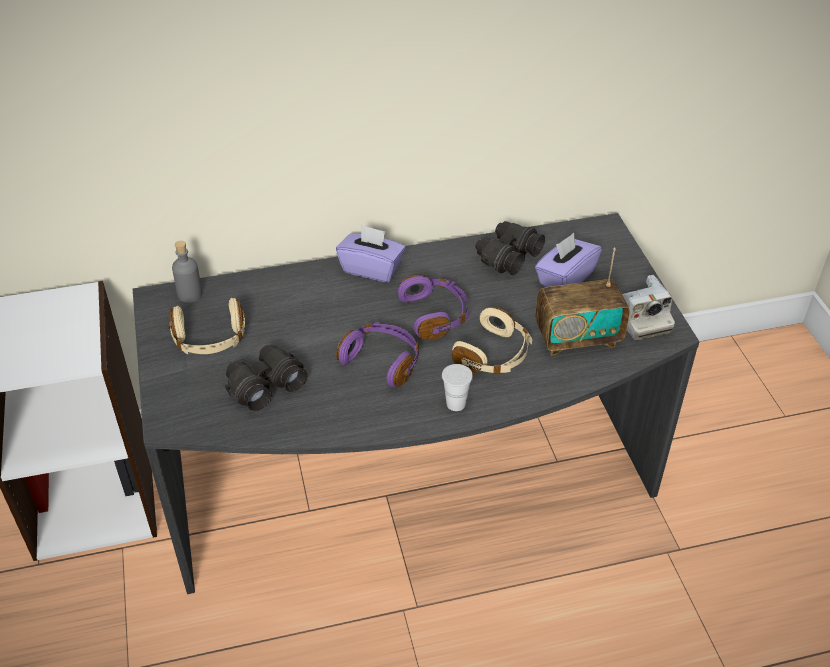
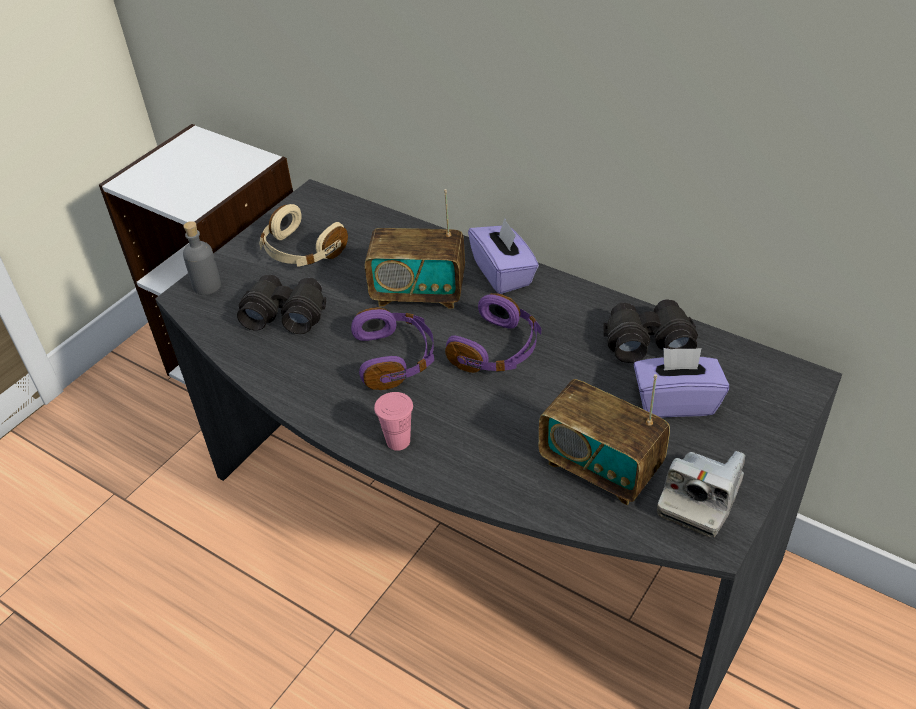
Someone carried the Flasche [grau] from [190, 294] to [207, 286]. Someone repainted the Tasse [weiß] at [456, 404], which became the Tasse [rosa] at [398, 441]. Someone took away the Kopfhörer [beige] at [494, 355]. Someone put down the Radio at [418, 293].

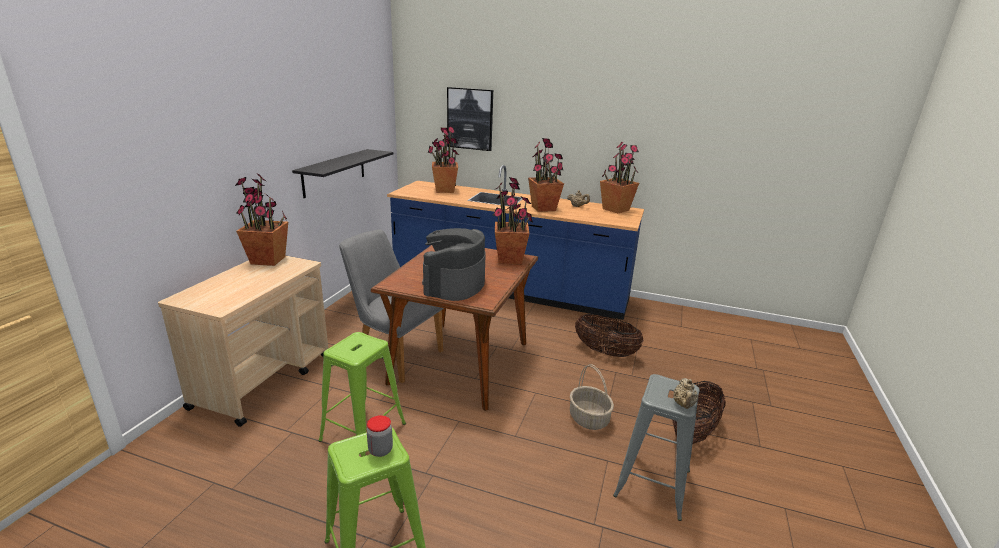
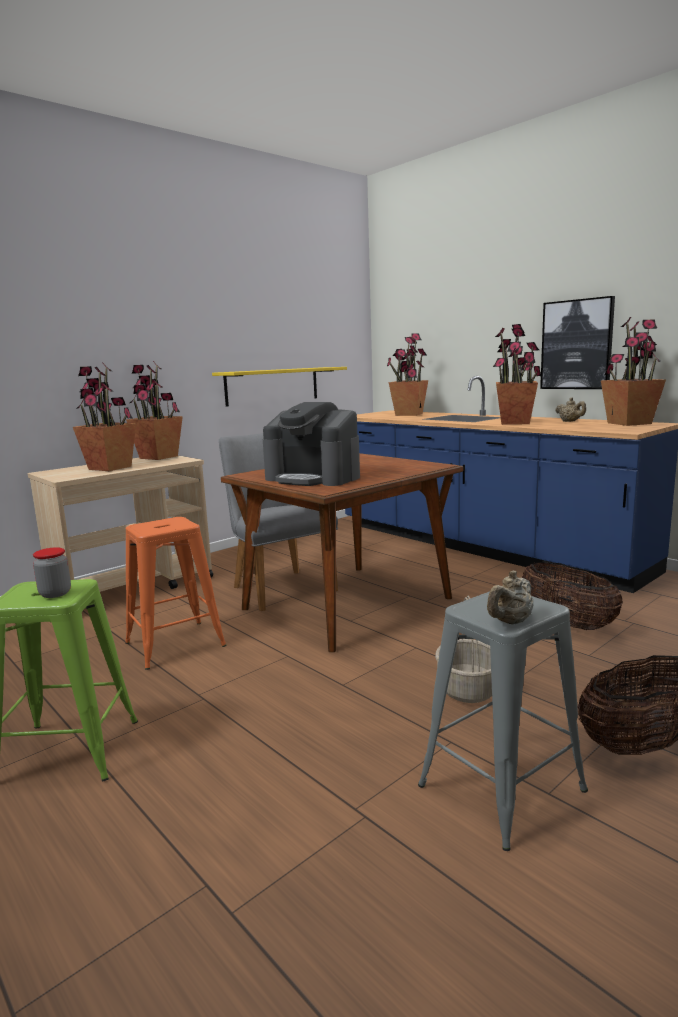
Someone repainted the Wandregal [schwarz] at [334, 172], which became the Wandregal [gelb] at [272, 386]. Someone repainted the Hocker [grün] at [364, 432], which became the Hocker [orange] at [176, 644]. Someone rotated the Kaffeemaschine at [454, 284] by 105 degrees counterclockwise. Someone carried the Bild from [470, 119] to [577, 344]. Someone carried the Topfpflanze from [510, 260] to [109, 468].

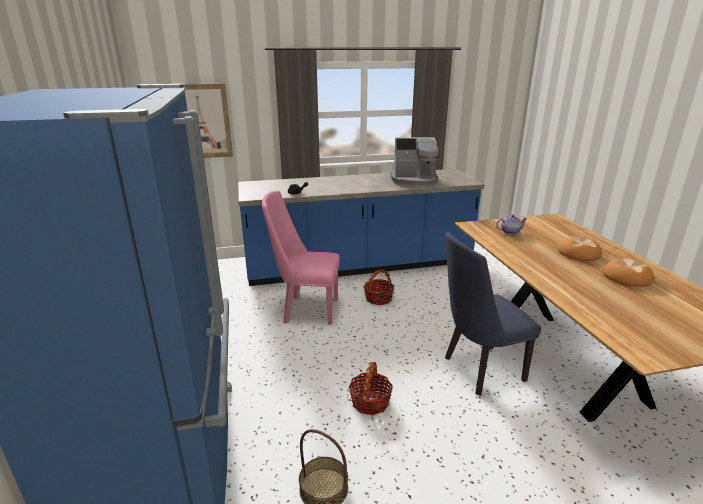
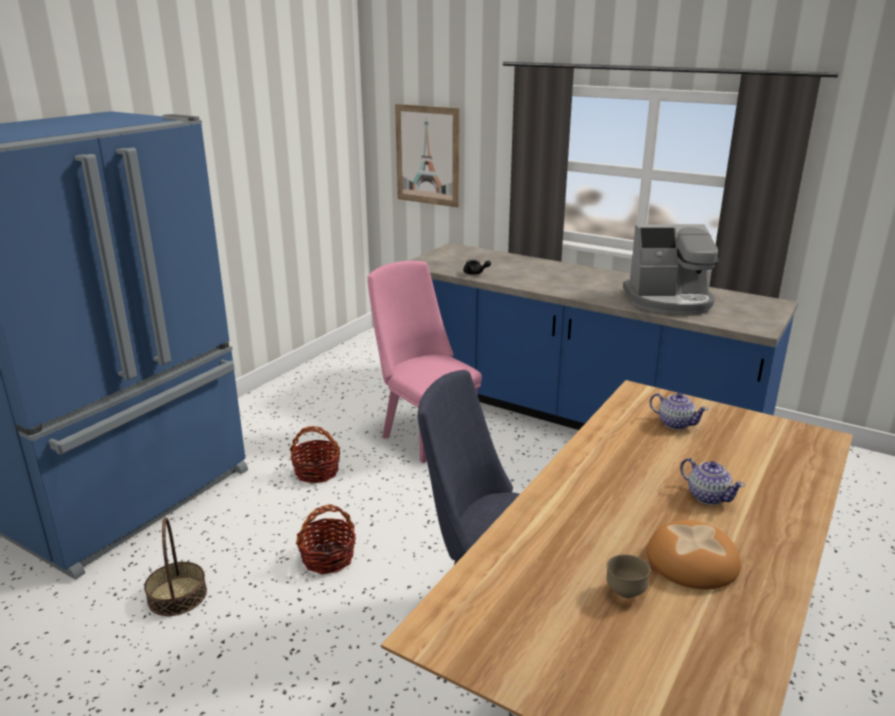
Someone carried the Korb from [378, 298] to [317, 472]. Someone rotated the Kaffeemaschine at [414, 181] by 45 degrees counterclockwise. Someone swapped the Brot at [578, 253] for the Teekanne at [707, 496]. Someone put down the Schüssel [braun] at [625, 592].

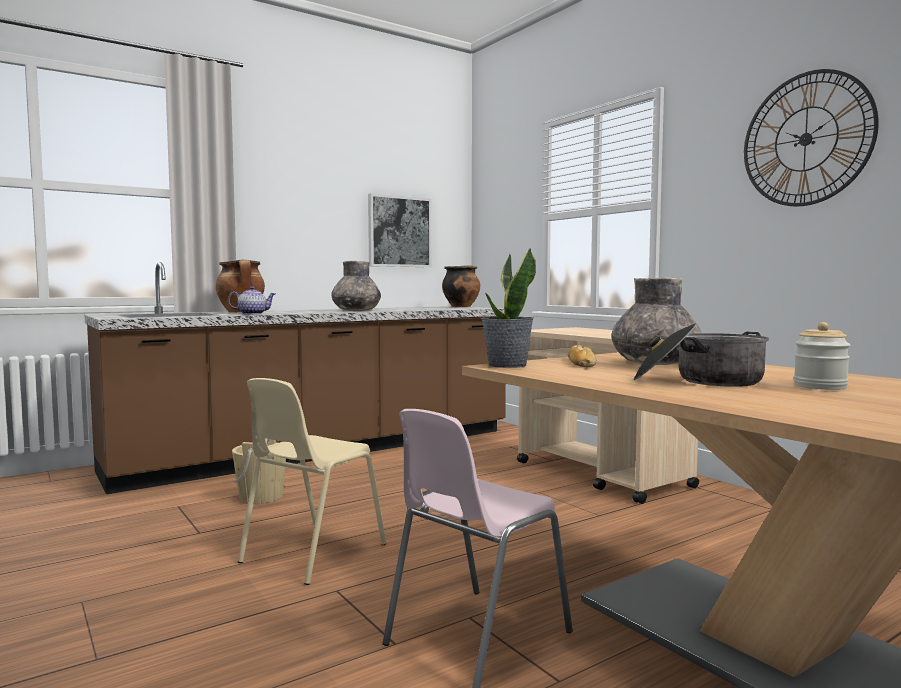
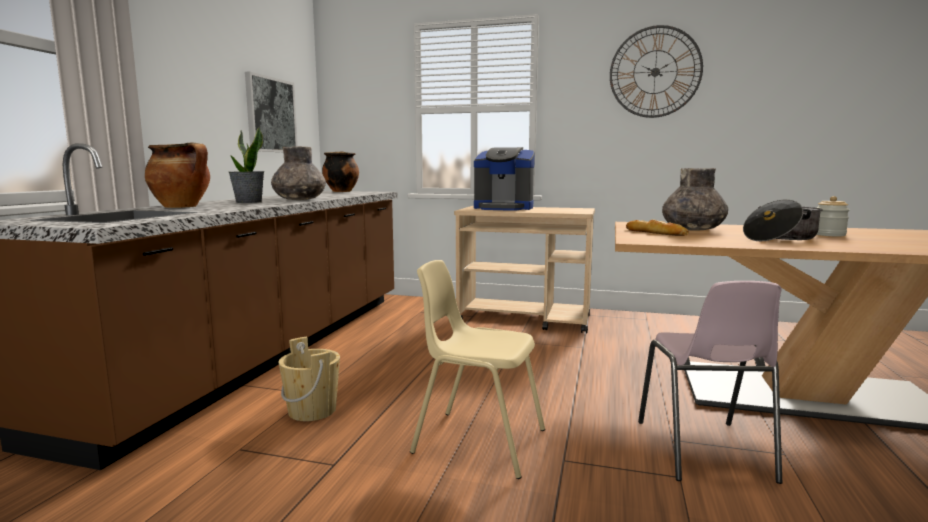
Someone took away the Teekanne at [252, 314]. Someone rotated the Stuhl [beige] at [311, 553] by 120 degrees clockwise. Someone carried the Topfpflanze from [507, 365] to [248, 202]. Someone put down the Kaffeemaschine at [504, 208].

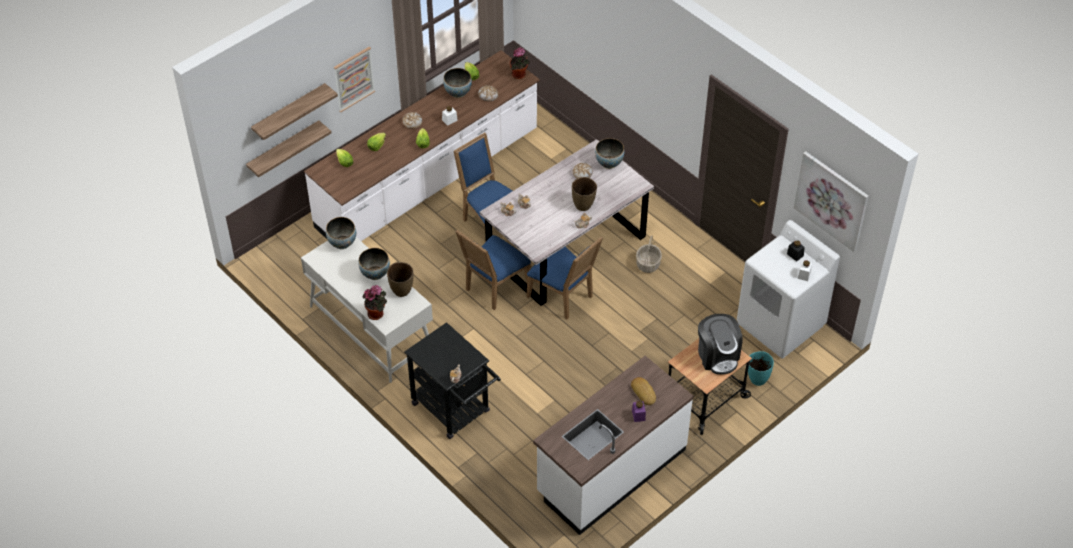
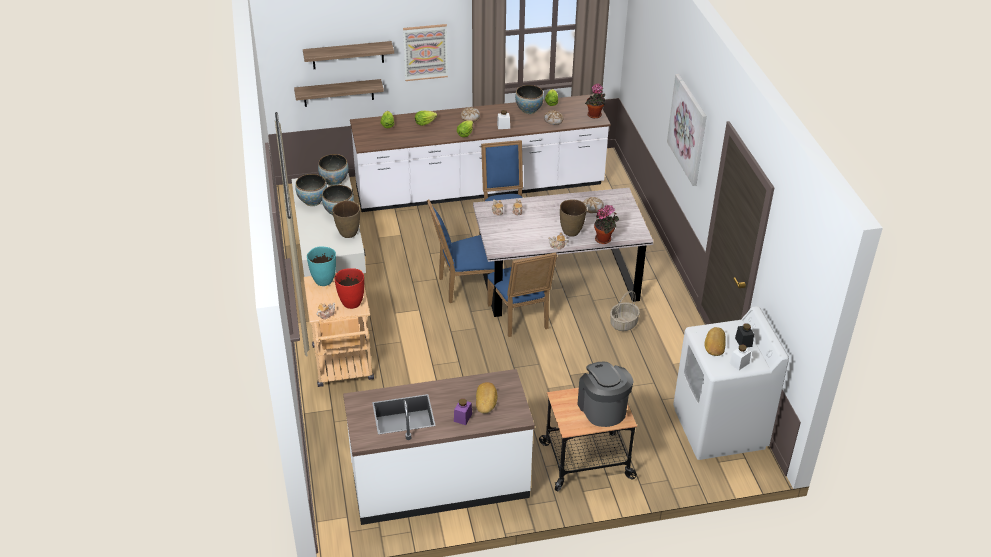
Someone carried the Topfpflanze from [377, 313] to [604, 239]. Someone repainted the Rollwagen [schwarz] at [455, 411], which became the Rollwagen [beige] at [343, 367]. Someone carried the Schüssel from [609, 163] to [312, 201]. Someone rotated the Kaffeemaschine at [717, 355] by 150 degrees clockwise. Someone carried the Vase [türkis] from [757, 379] to [323, 280]. Someone carried the Bild from [831, 200] to [688, 129]. Someone put down the Vase [rot] at [351, 303]. Someone put down the Brot at [714, 344].

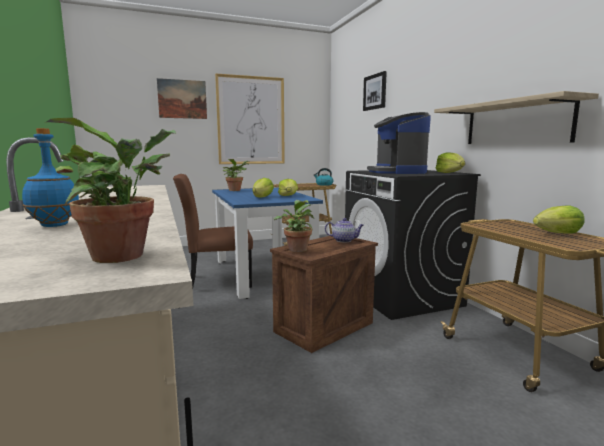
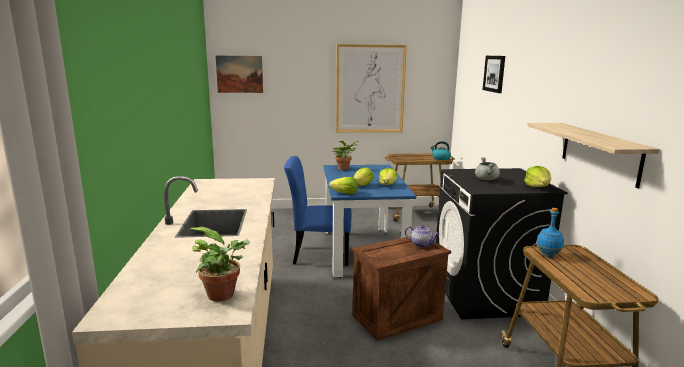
Someone carried the Flasche [blau] from [54, 225] to [547, 255]. Someone carried the Bild from [182, 99] to [239, 74]. Someone repainted the Stuhl [braun] at [216, 282], which became the Stuhl [blau] at [318, 255]. Someone took away the Topfpflanze at [296, 249]. Someone swapped the Kaffeemaschine at [397, 172] for the Kochtopf [grau] at [486, 179]. Someone carried the Salatkopf from [557, 233] to [345, 193].

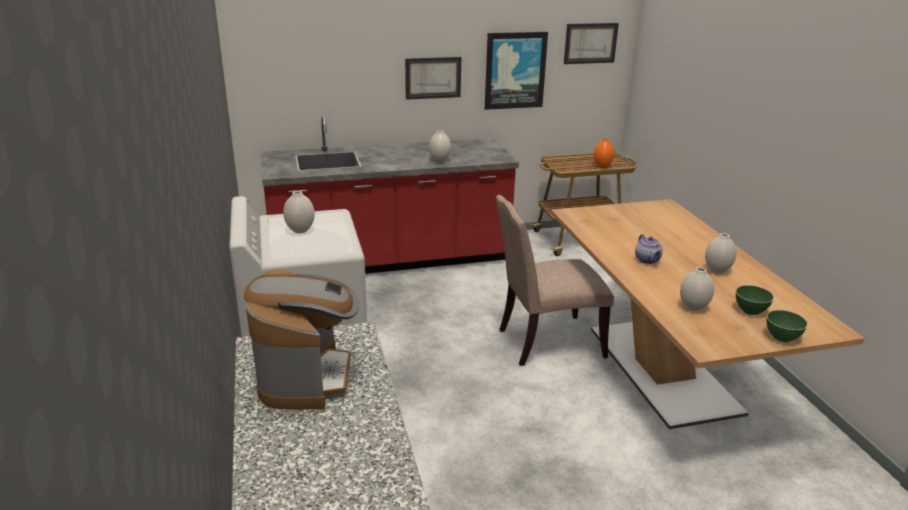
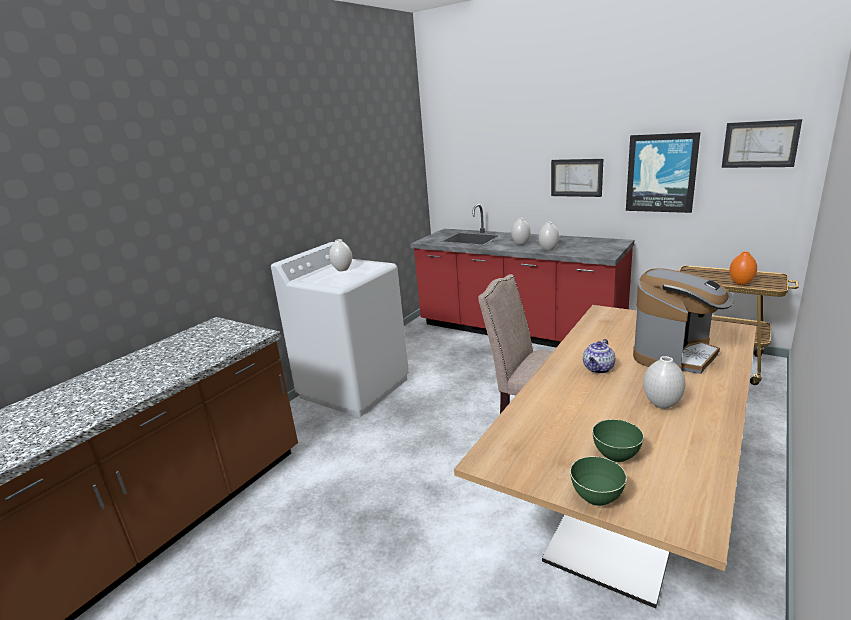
Someone carried the Kaffeemaschine from [307, 377] to [675, 355]. Someone carried the Vase [weiß] from [693, 307] to [520, 243].

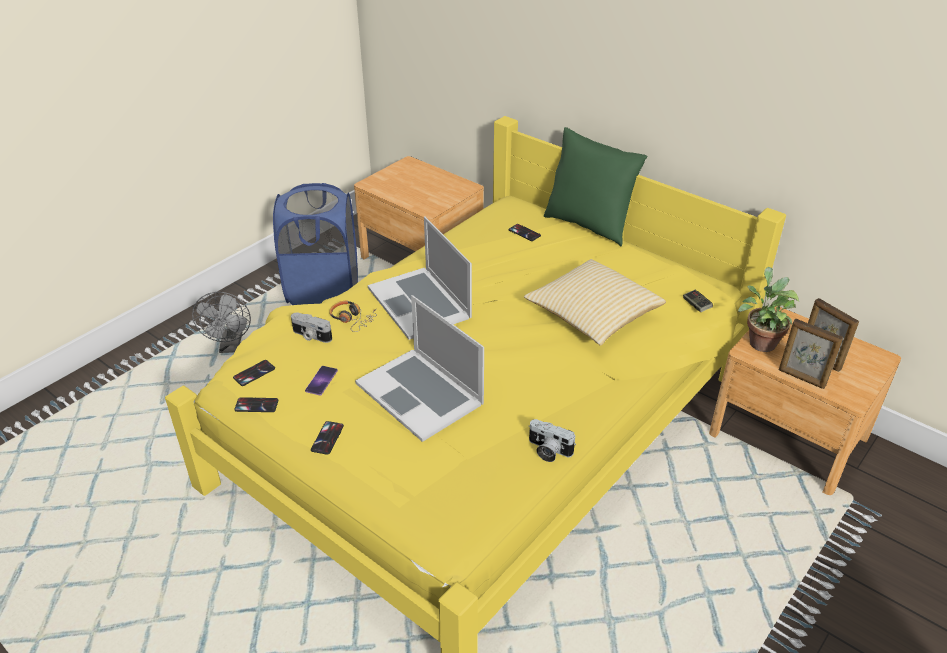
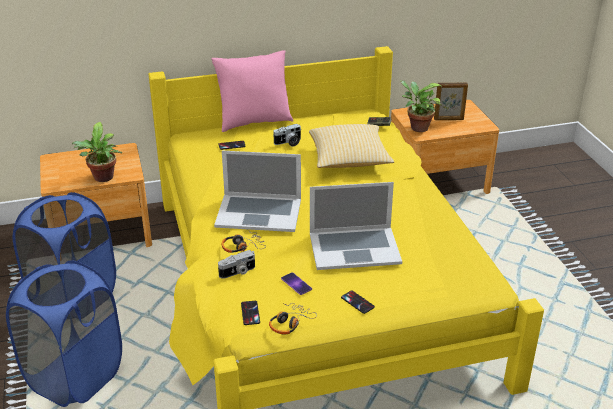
Someone swapped the Ventilator [grau] at [231, 347] for the Wäschekorb [blau] at [75, 377]. Someone swapped the Handy at [256, 405] for the Kopfhörer at [290, 323]. Someone carried the Kamera from [548, 450] to [288, 143]. Someone repainted the Kissen [grün] at [588, 225], which became the Kissen [rosa] at [254, 122]. Someone took away the Bilderrahmen at [801, 378]. Someone put down the Topfpflanze at [103, 178].

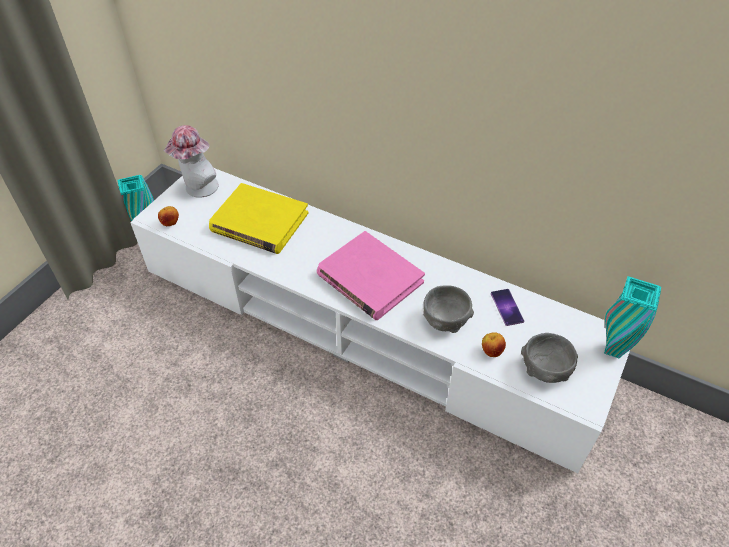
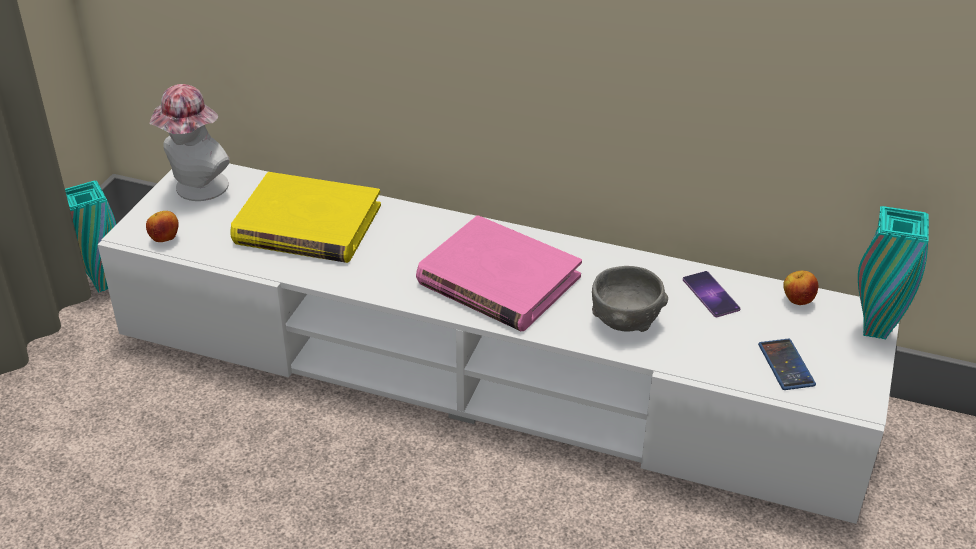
Someone carried the Apfel from [491, 351] to [797, 301]. Someone swapped the Schüssel [grau] at [545, 370] for the Handy at [786, 365].

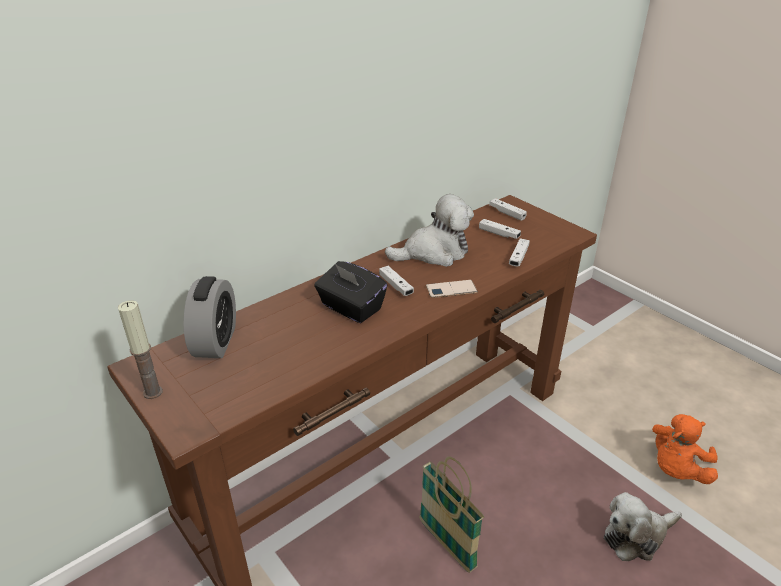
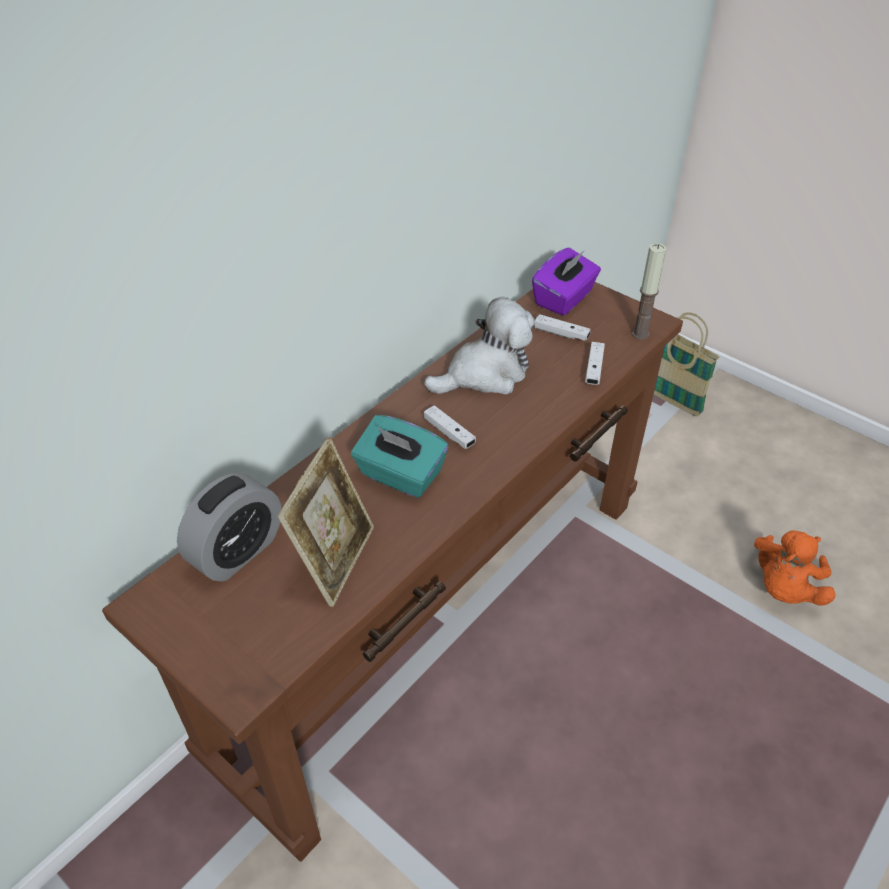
Someone carried the Kerze from [153, 392] to [640, 334]. Someone rotated the Wecker at [216, 342] by 45 degrees clockwise. Someone repainted the Taschentuchbox [schwarz] at [351, 308], which became the Taschentuchbox [türkis] at [400, 475]. Someone carried the Korb from [447, 544] to [671, 401]. Someone took away the Handy at [451, 289]. Someone swapped the Gamepad [weiß] at [507, 213] for the Taschentuchbox [lila] at [564, 299]. Someone took away the Plüschtier at [636, 536]. Someone put down the Bilderrahmen at [335, 560].

